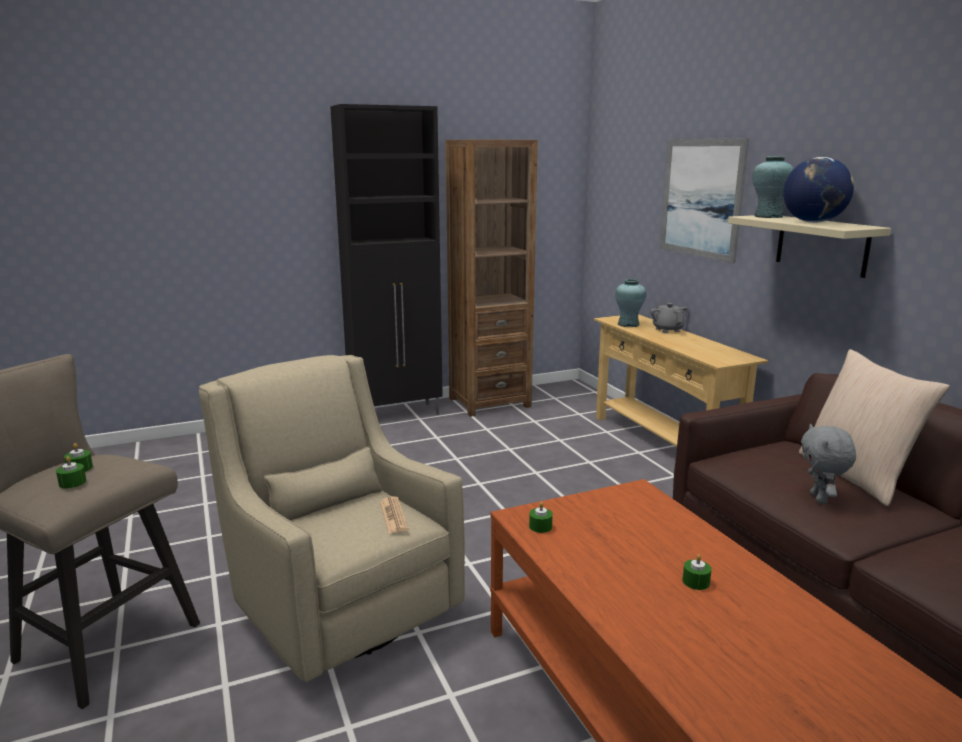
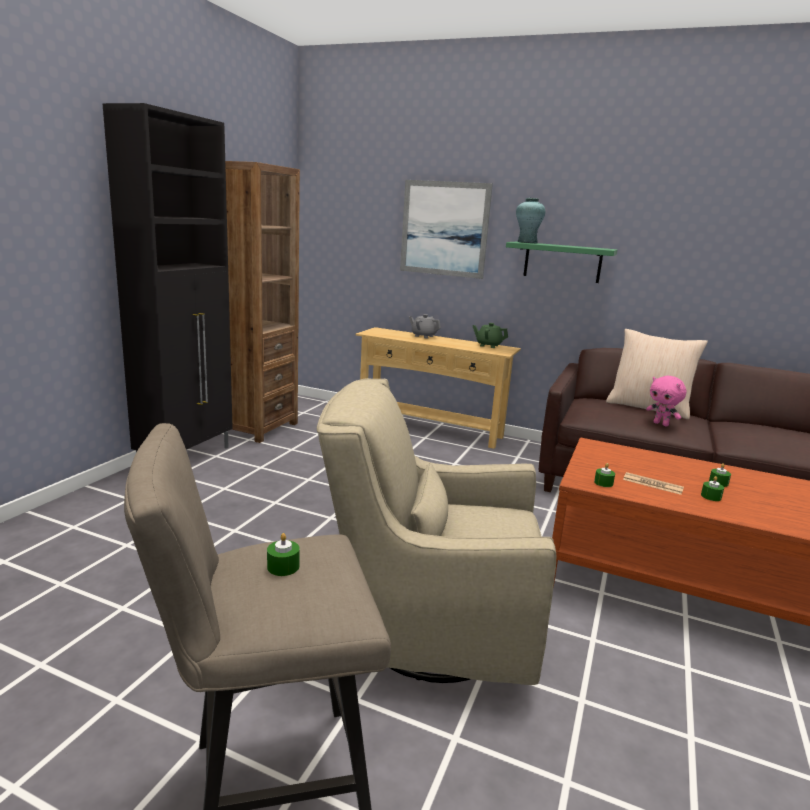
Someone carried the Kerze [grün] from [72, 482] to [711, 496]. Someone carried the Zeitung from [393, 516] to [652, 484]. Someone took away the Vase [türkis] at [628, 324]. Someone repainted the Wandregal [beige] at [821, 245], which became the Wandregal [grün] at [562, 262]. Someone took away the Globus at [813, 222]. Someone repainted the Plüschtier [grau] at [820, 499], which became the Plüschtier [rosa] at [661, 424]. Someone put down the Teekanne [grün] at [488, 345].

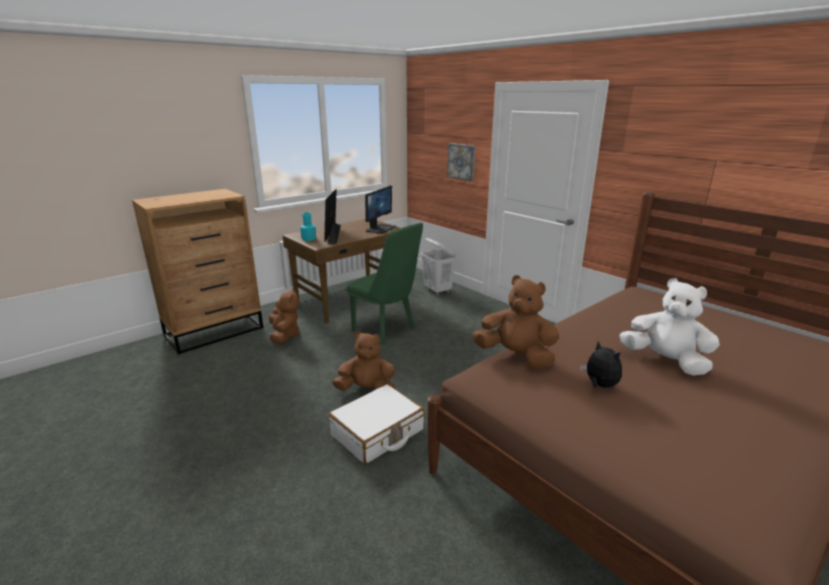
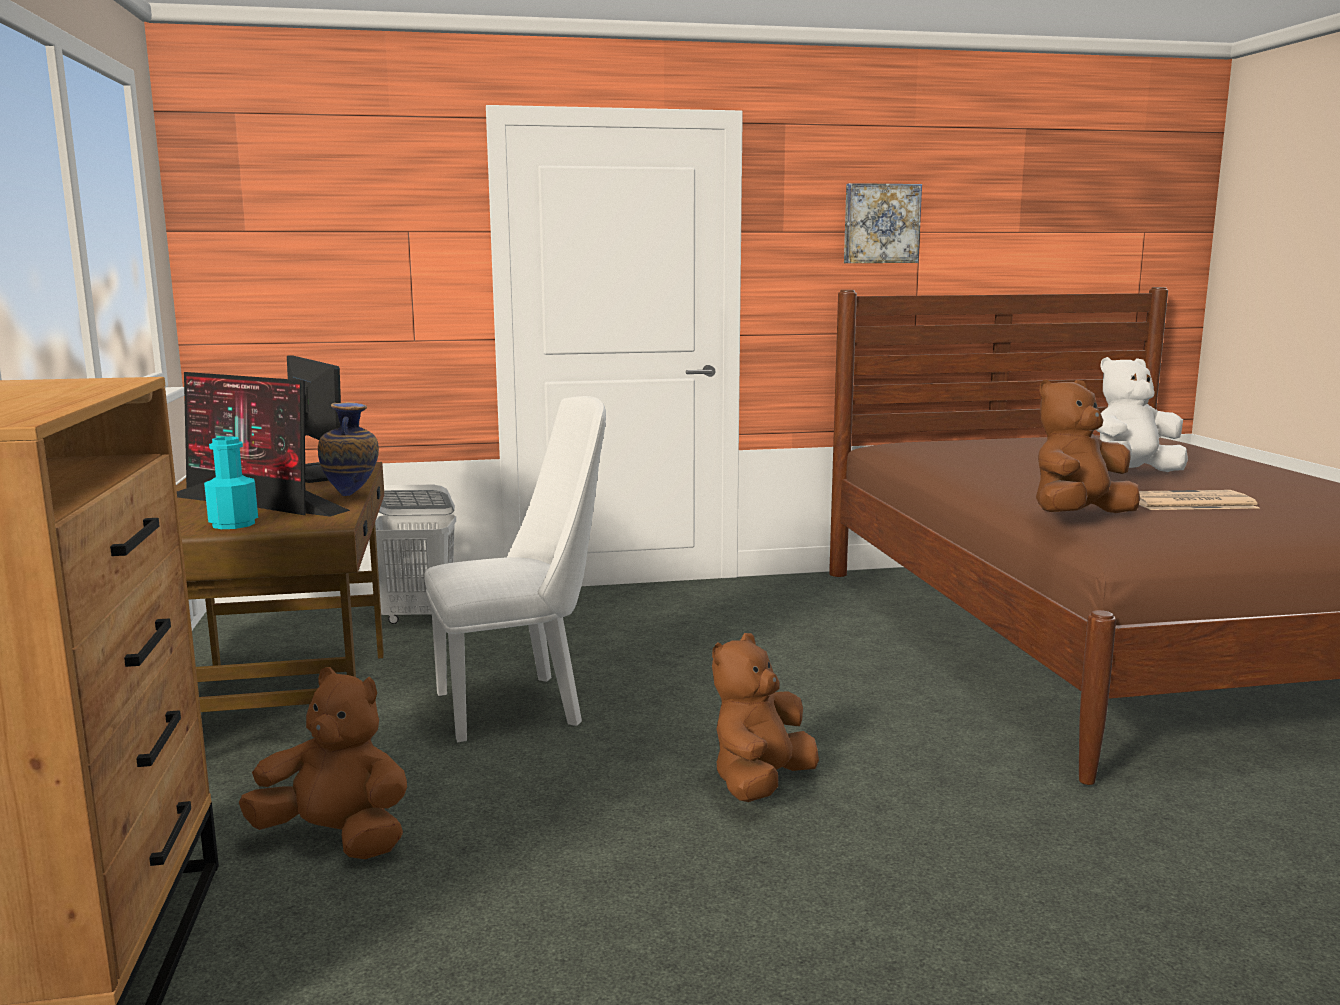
Someone took away the Koffer [weiß] at [377, 433]. Someone repainted the Stuhl [grün] at [387, 330], which became the Stuhl [weiß] at [521, 705]. Someone carried the Bild from [462, 161] to [881, 223]. Someone swapped the Plüschtier at [599, 385] for the Zeitung at [1188, 502]. Someone put down the Vase at [352, 496].

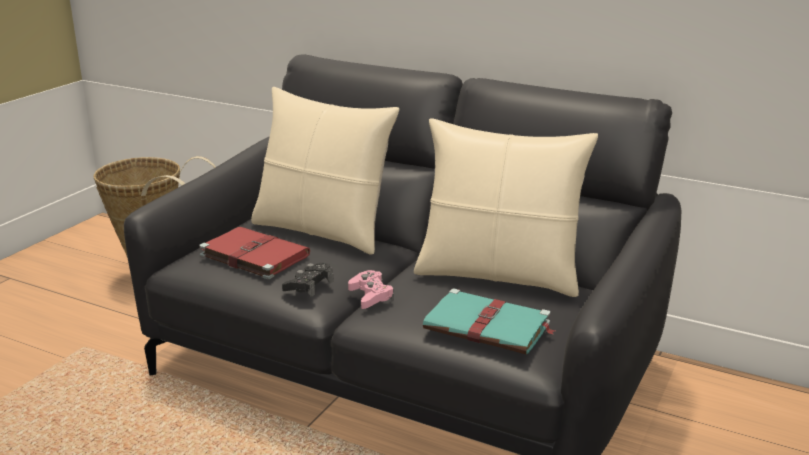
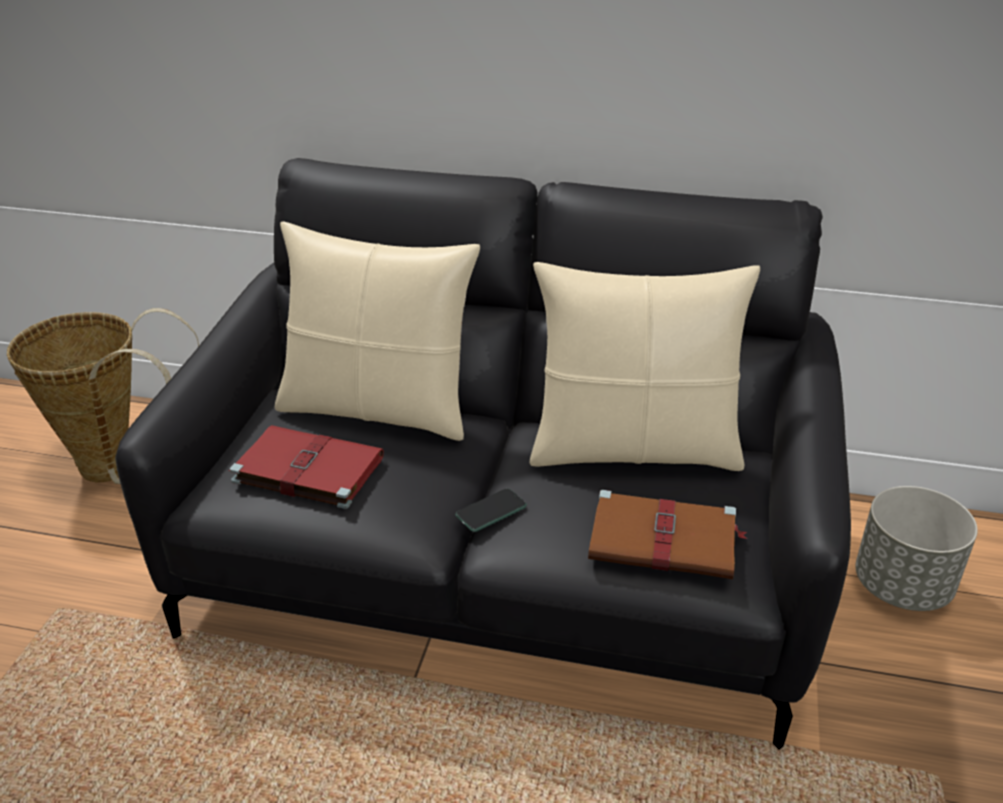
Someone took away the Gamepad [schwarz] at [309, 285]. Someone swapped the Gamepad [rosa] at [371, 296] for the Handy at [491, 511]. Someone repainted the Buch [türkis] at [489, 327], which became the Buch [braun] at [665, 540]. Someone put down the Pflanzkübel [grau] at [902, 587].

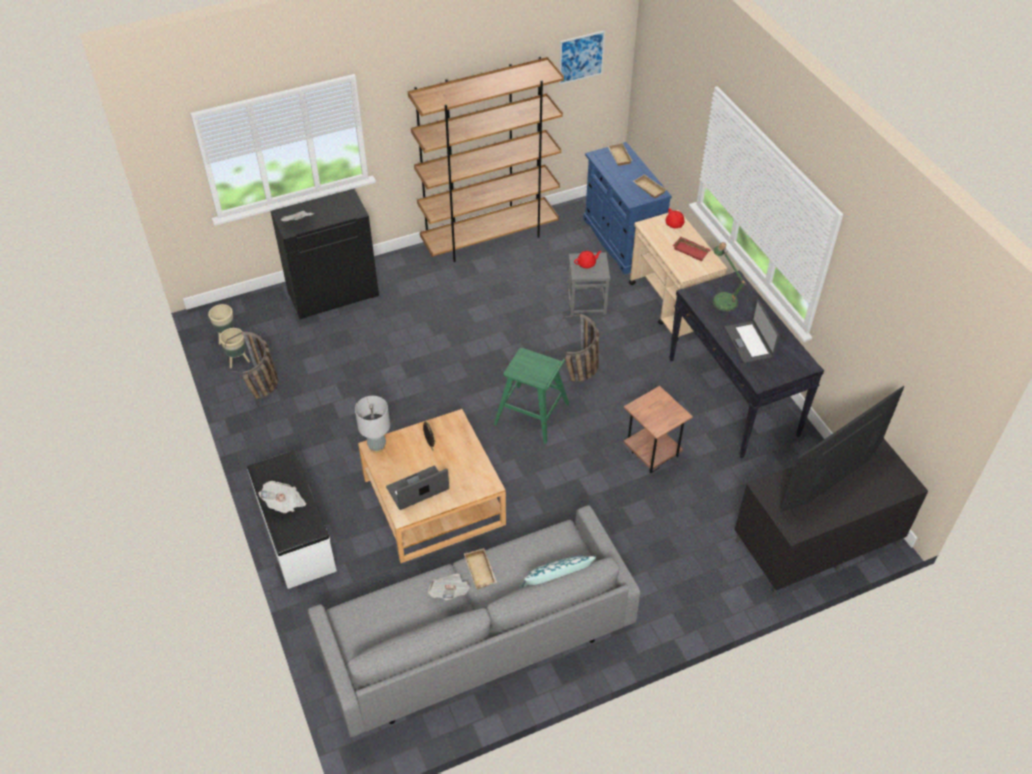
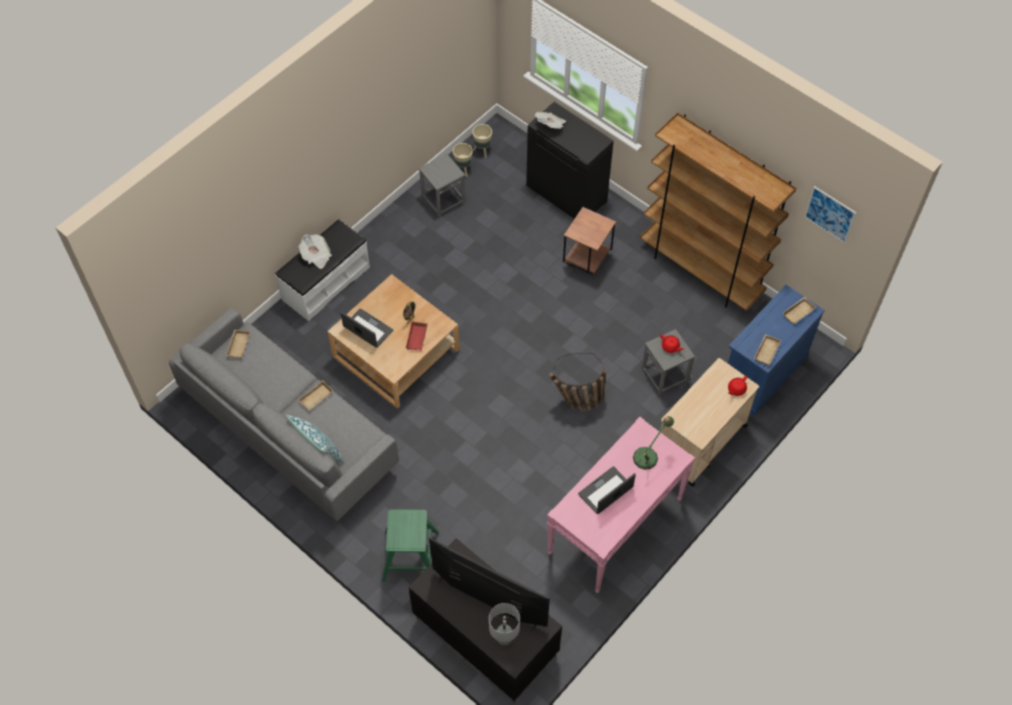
Someone swapped the Korb at [262, 390] for the Hocker [grau] at [443, 199]. Someone carried the Tischlampe [grau] from [377, 446] to [504, 638]. Someone took away the Zeitung at [450, 592]. Someone carried the Hocker [grün] from [532, 414] to [410, 557]. Someone carried the Beistelltisch [braun] from [652, 454] to [587, 261]. Someone repainted the Konsolentisch [schwarz] at [733, 397], which became the Konsolentisch [rosa] at [615, 526]. Someone carried the Tablett [rot] from [692, 250] to [417, 338]. Someone put down the Tablett [beige] at [237, 345].

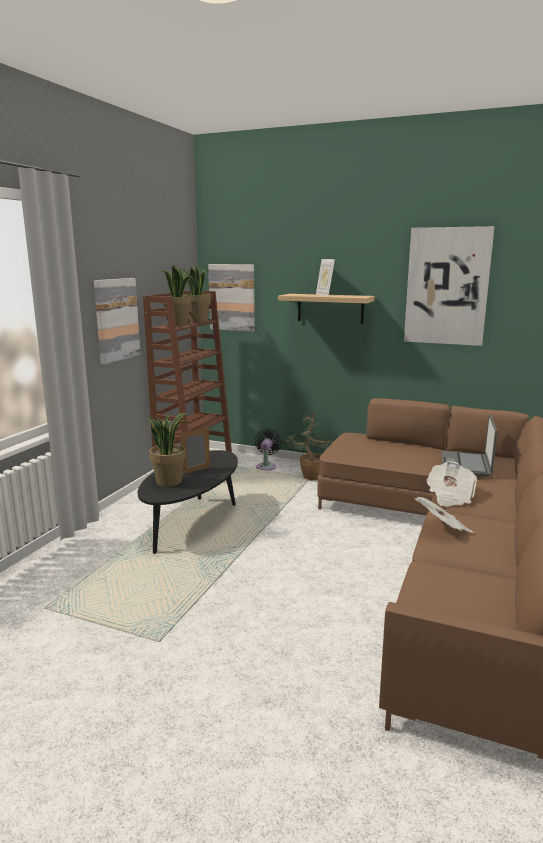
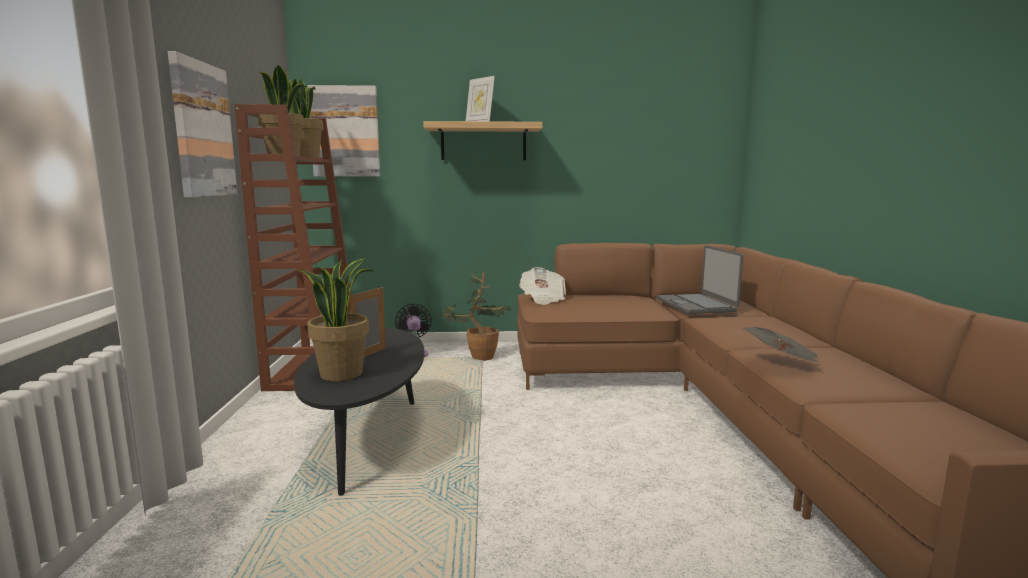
Someone took away the Bild at [447, 286]. Someone carried the Zeitung from [449, 497] to [542, 299].

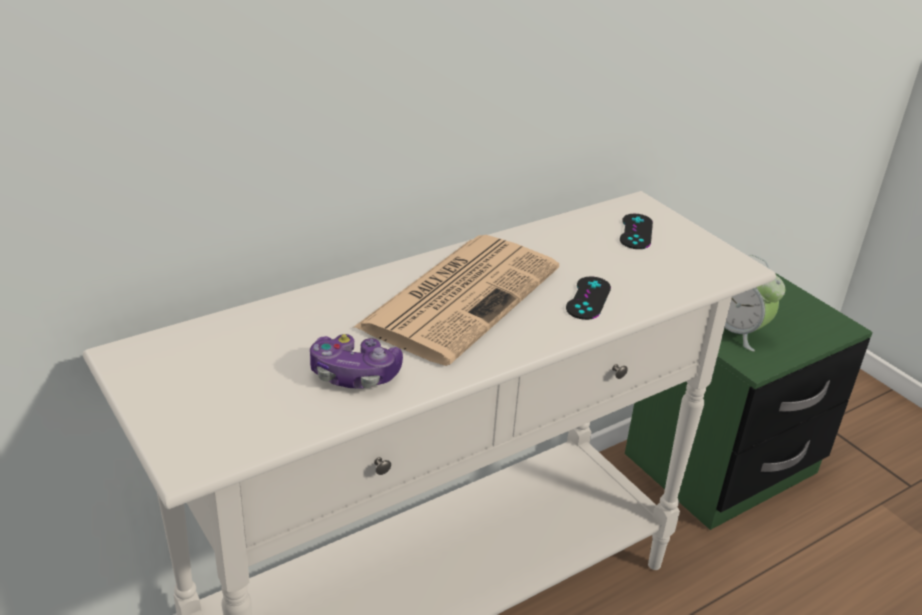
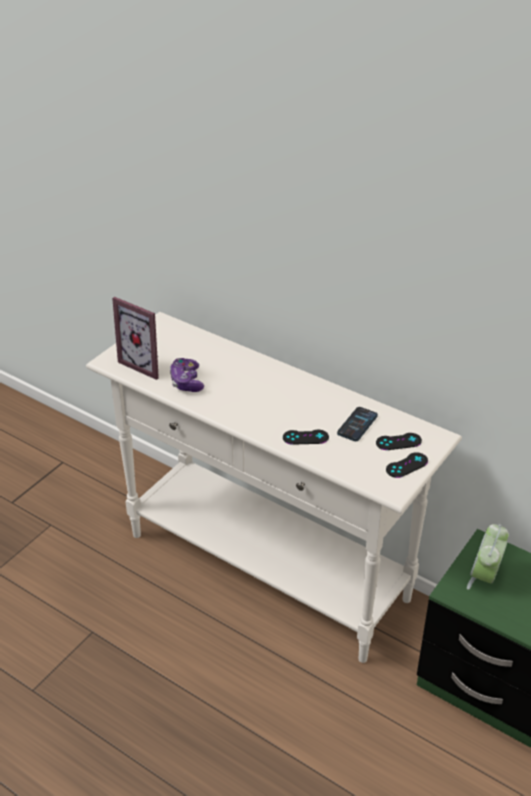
Someone took away the Zeitung at [461, 296]. Someone put down the Bilderrahmen at [146, 363]. Someone put down the Handy at [357, 425]. Someone put down the Gamepad [schwarz] at [407, 465].

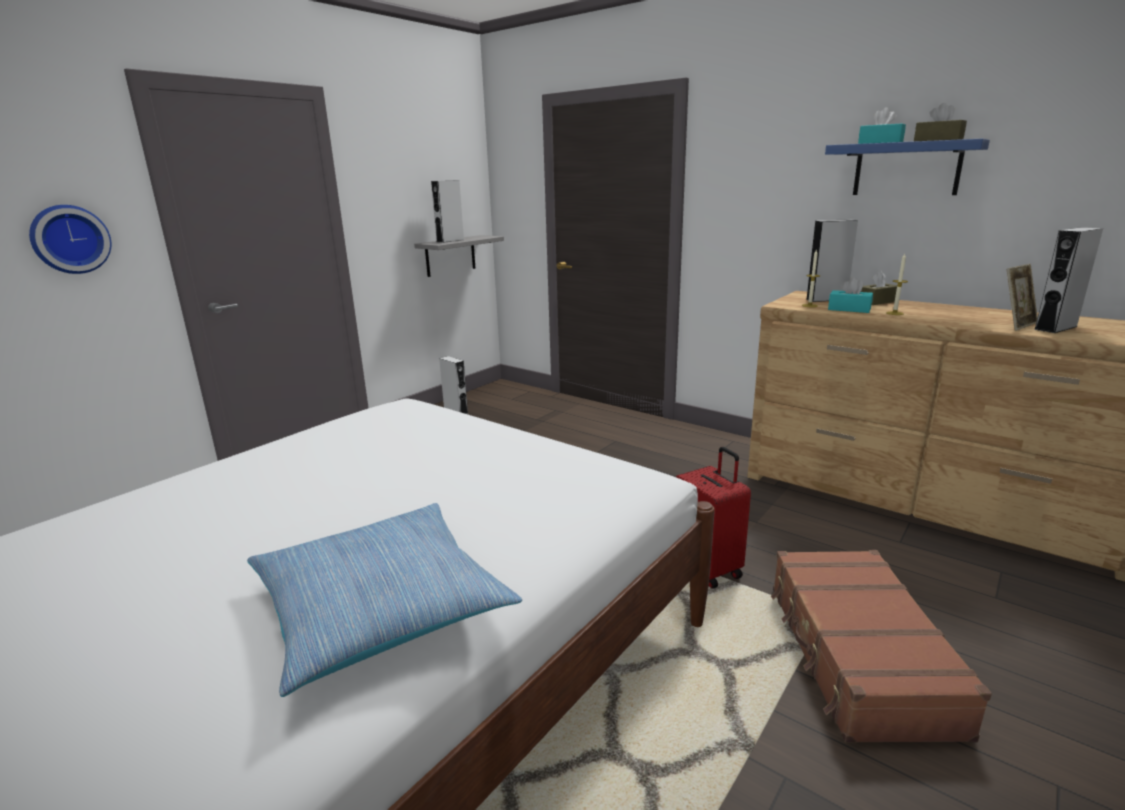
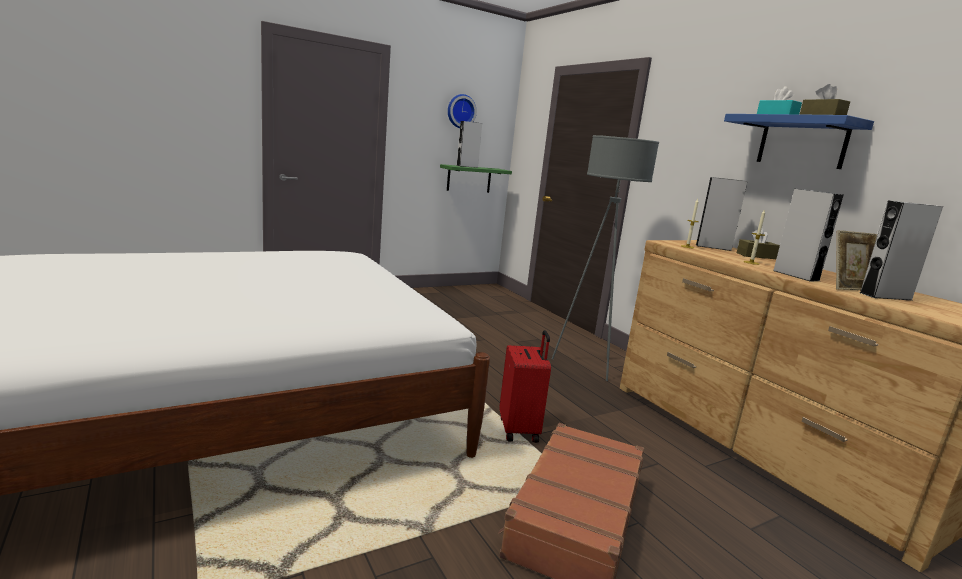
Someone carried the Wanduhr from [69, 239] to [460, 111]. Someone took away the Kissen at [380, 606]. Someone repainted the Wandregal [grau] at [450, 255], which became the Wandregal [grün] at [469, 179]. Someone carried the Lautsprecher [grau] from [456, 411] to [795, 275]. Someone took away the Taschentuchbox [türkis] at [849, 309]. Someone put down the Stehlampe [grau] at [588, 365].

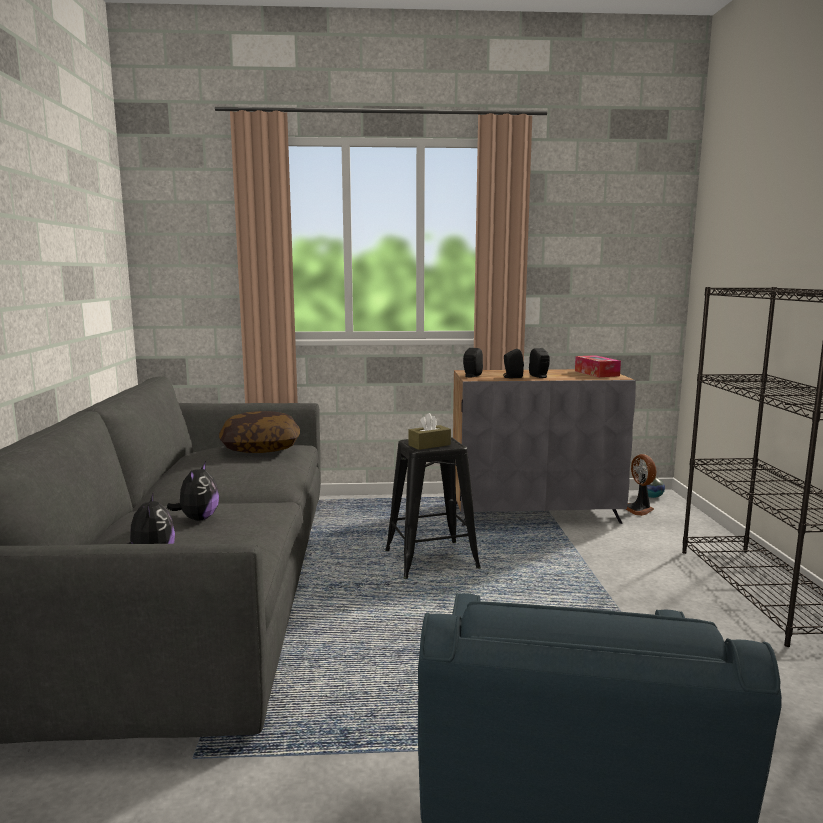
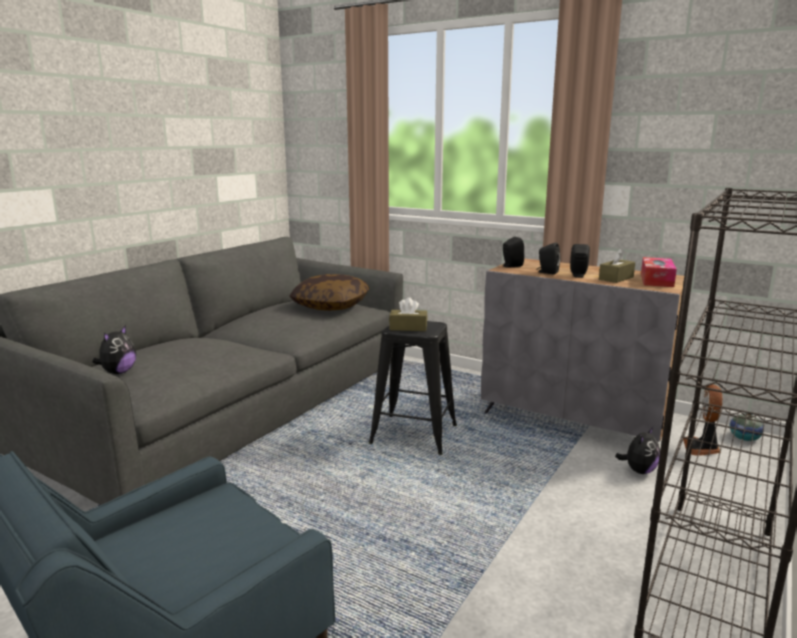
Someone carried the Plüschtier from [198, 519] to [639, 471]. Someone put down the Taschentuchbox [braun] at [616, 278].

